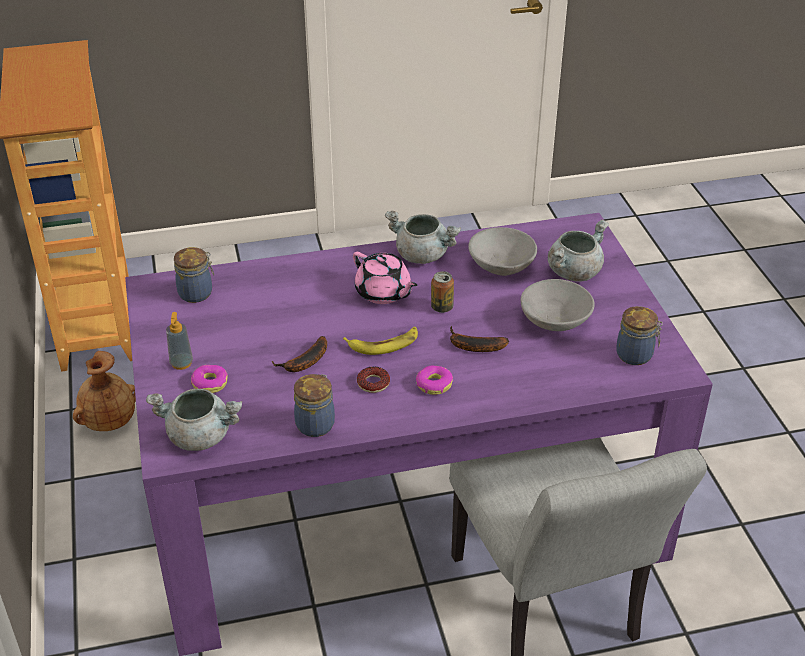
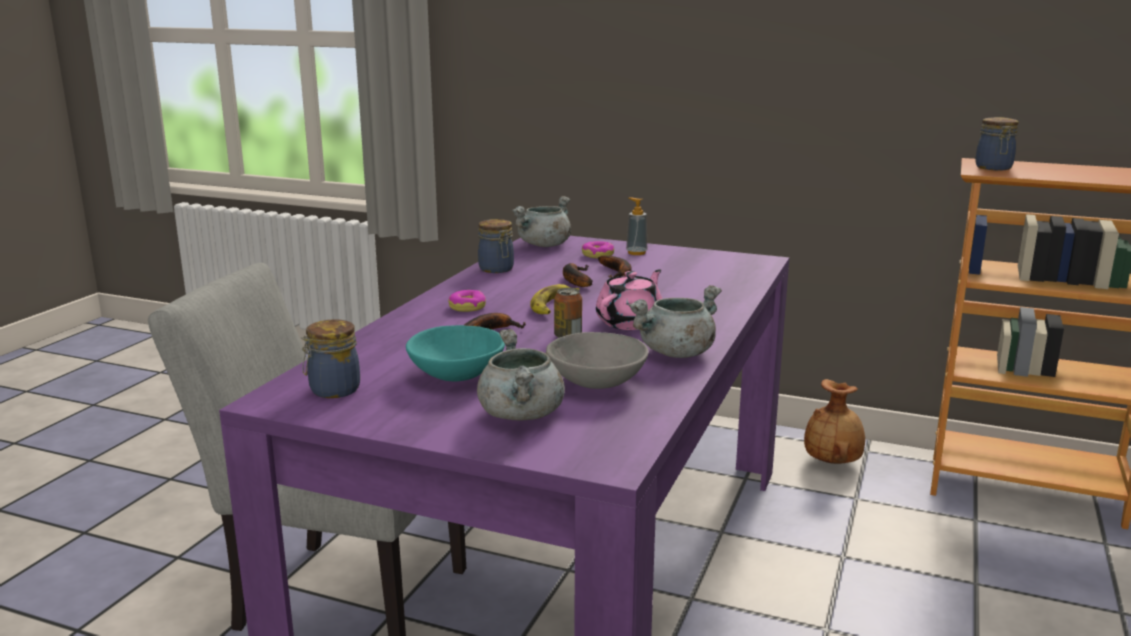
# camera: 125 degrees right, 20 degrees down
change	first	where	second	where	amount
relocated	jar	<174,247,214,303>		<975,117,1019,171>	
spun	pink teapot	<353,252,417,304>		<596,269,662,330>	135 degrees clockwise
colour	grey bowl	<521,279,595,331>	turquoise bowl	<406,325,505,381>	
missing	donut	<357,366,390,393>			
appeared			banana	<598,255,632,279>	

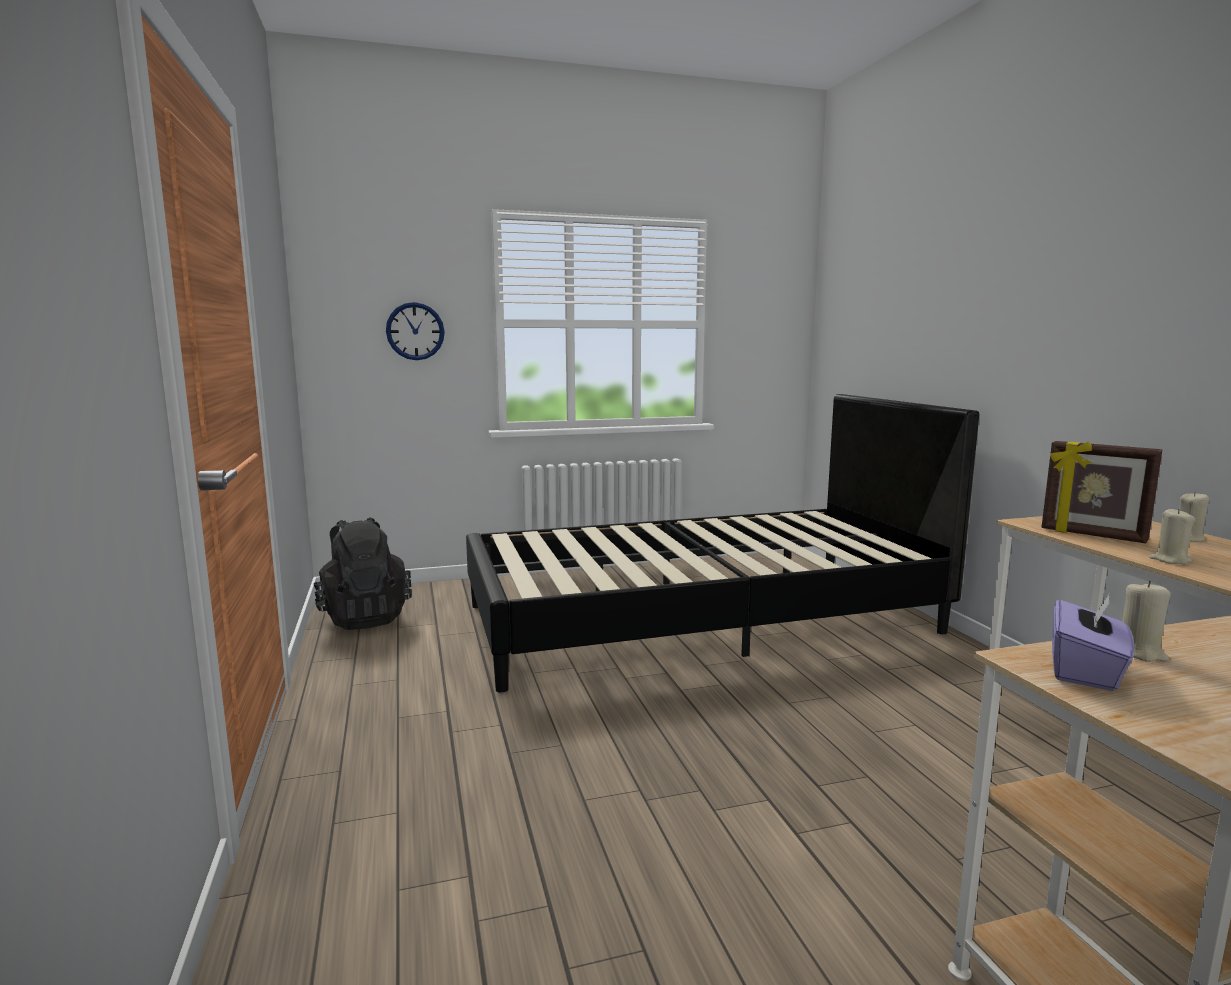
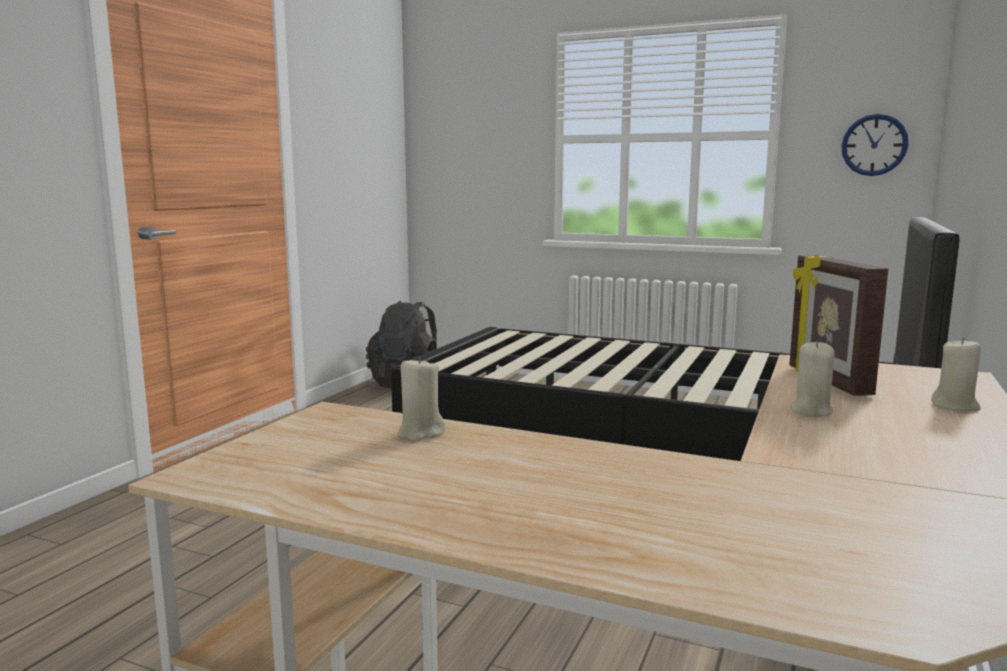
# camera: 40 degrees right, 0 degrees up
change	first	where	second	where	amount
relocated	wall clock	<386,302,445,360>		<841,114,909,176>	
missing	purple tissue box	<1052,593,1135,691>			

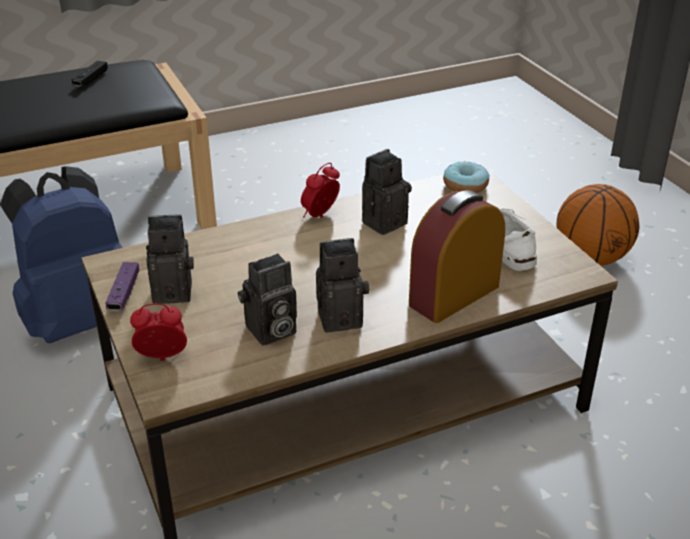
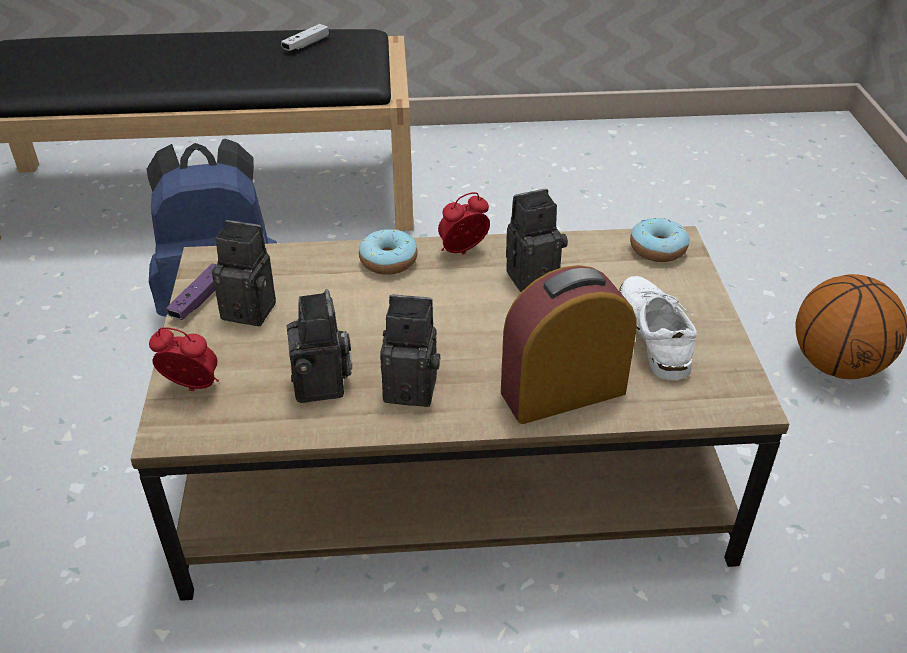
# camera: 20 degrees right, 5 degrees up
change	first	where	second	where	amount
colour	black game controller	<72,61,108,87>	white game controller	<281,24,329,51>	
spun	photo camera	<238,253,297,346>		<287,289,352,403>	90 degrees counterclockwise
appeared			donut	<359,229,418,275>	

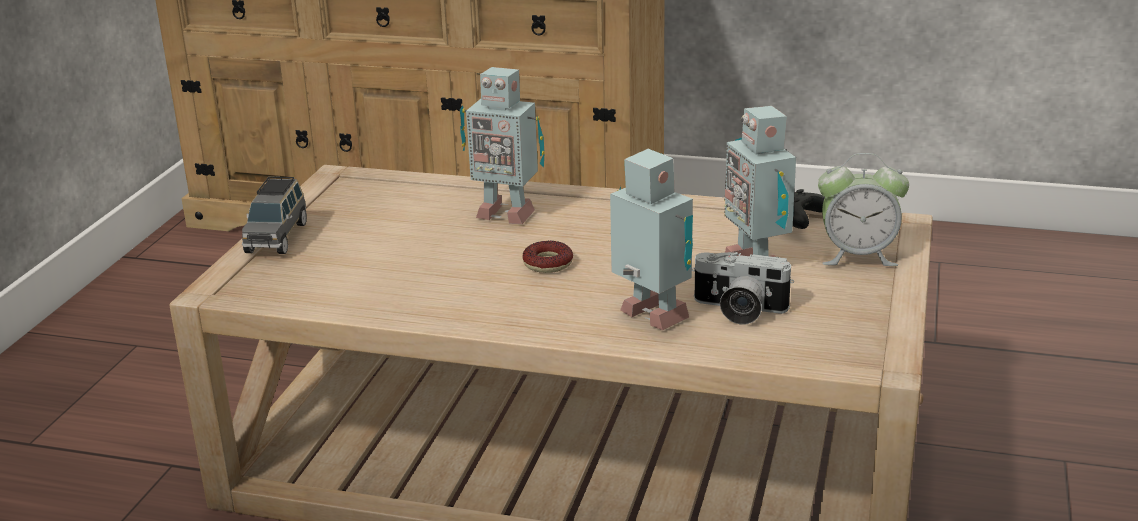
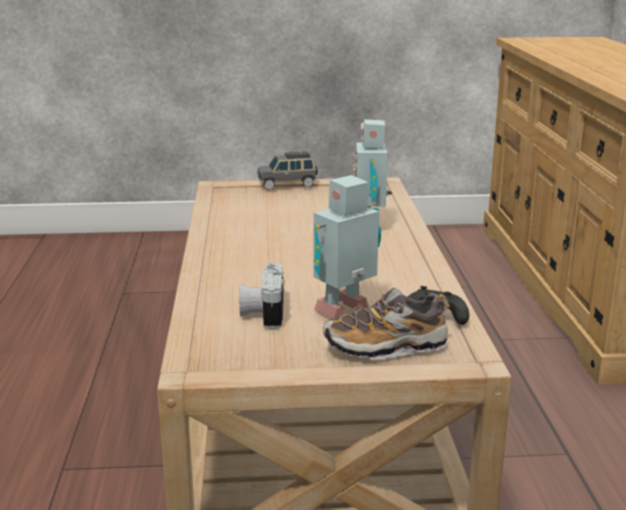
# camera: 70 degrees right, 5 degrees down
change	first	where	second	where	amount
missing	toy robot	<610,149,693,330>			
exchanged	alarm clock	<818,153,909,266>	shoe	<323,288,450,359>	
missing	donut	<522,241,573,273>			

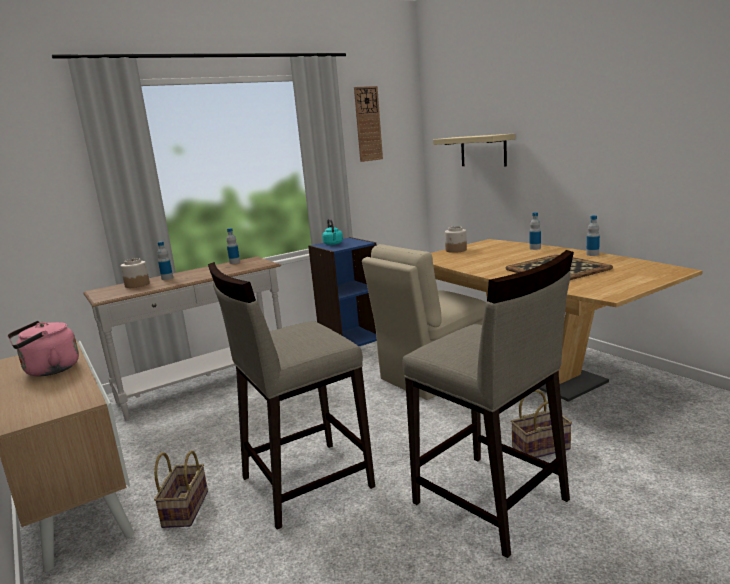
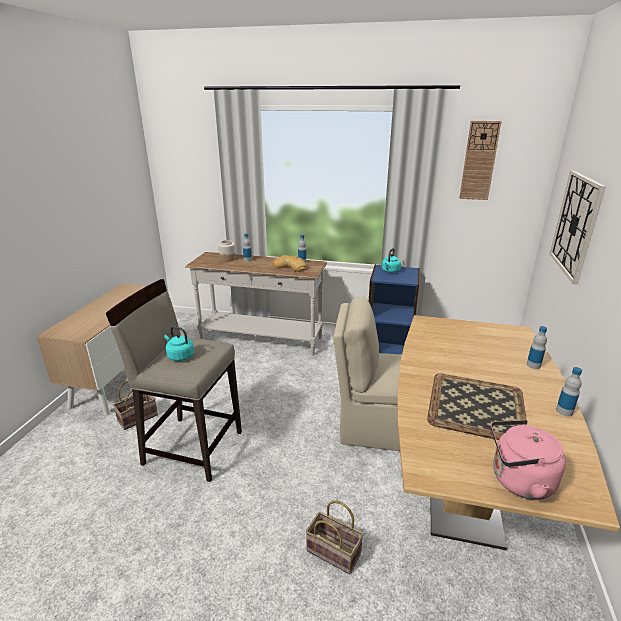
# camera: 45 degrees right, 10 degrees up
change	first	where	second	where	amount
exchanged	beige shelf	<433,133,515,166>	wall clock	<550,171,606,285>	
missing	jar	<445,226,467,253>			
missing	beige stool	<402,250,574,558>			
relocated	pink kettle	<7,321,79,376>		<491,420,566,500>	
appeared			bread	<272,255,307,272>	
appeared			turquoise kettle	<164,326,194,361>	

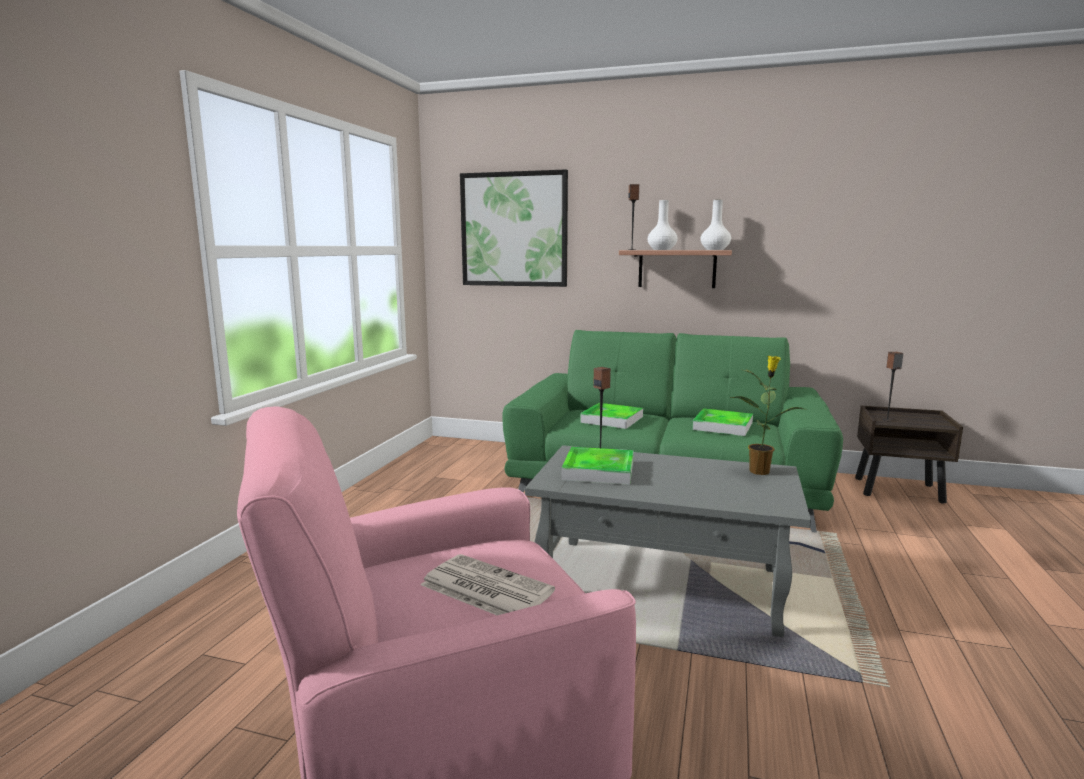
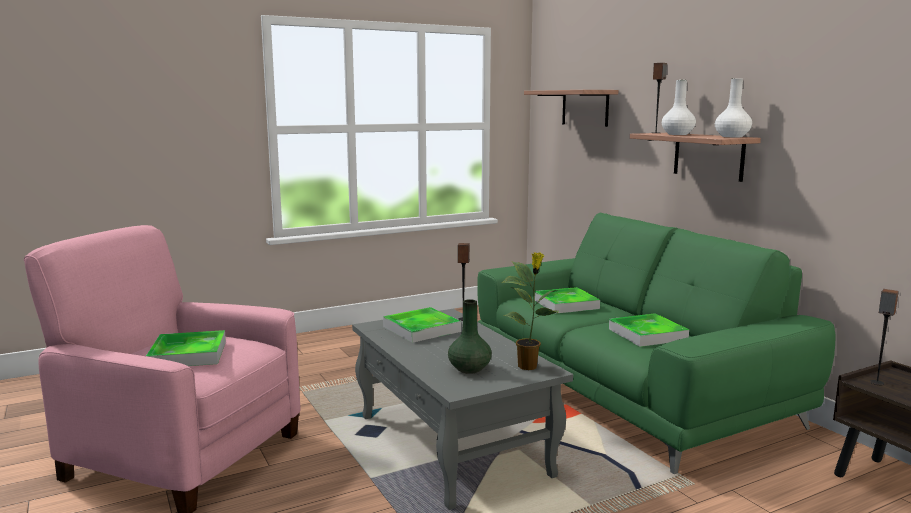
# camera: 45 degrees right, 0 degrees up
change	first	where	second	where	amount
exchanged	picture	<460,170,568,287>	shelf	<524,90,618,127>	
exchanged	newspaper	<421,554,555,615>	tray	<146,330,226,366>	
appeared			green vase	<448,299,492,374>	

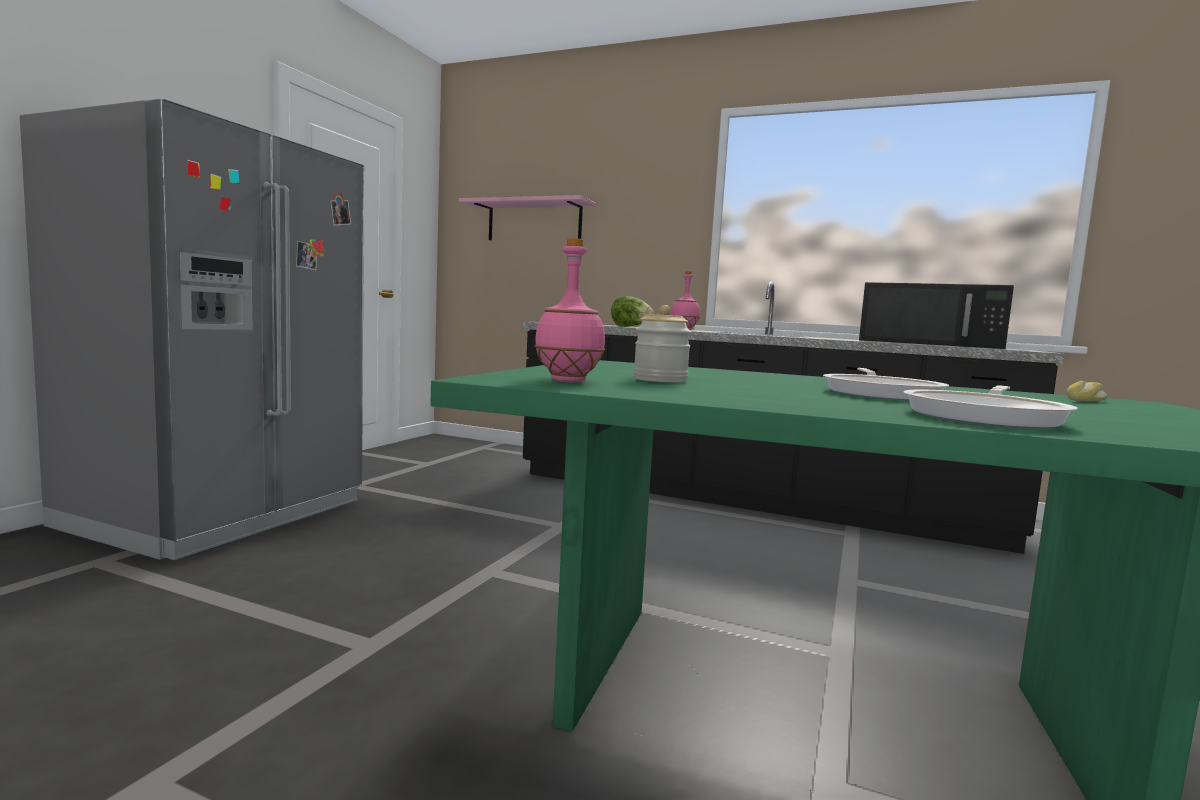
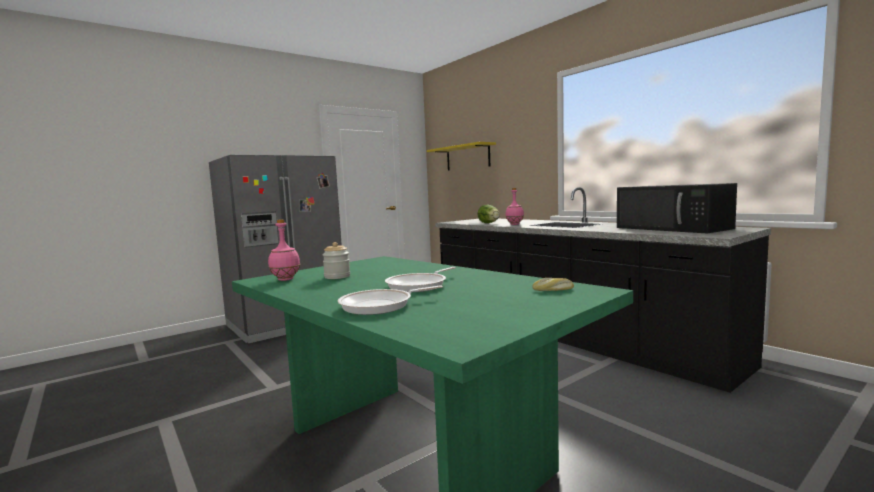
# camera: 30 degrees right, 0 degrees up
change	first	where	second	where	amount
colour	pink shelf	<459,195,596,240>	yellow shelf	<427,142,496,170>	

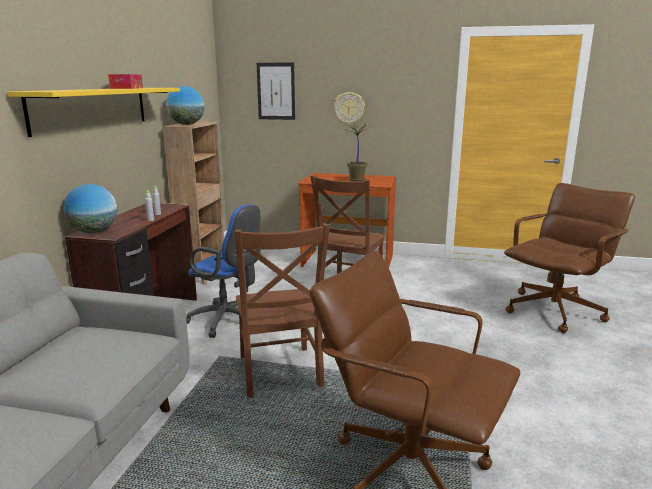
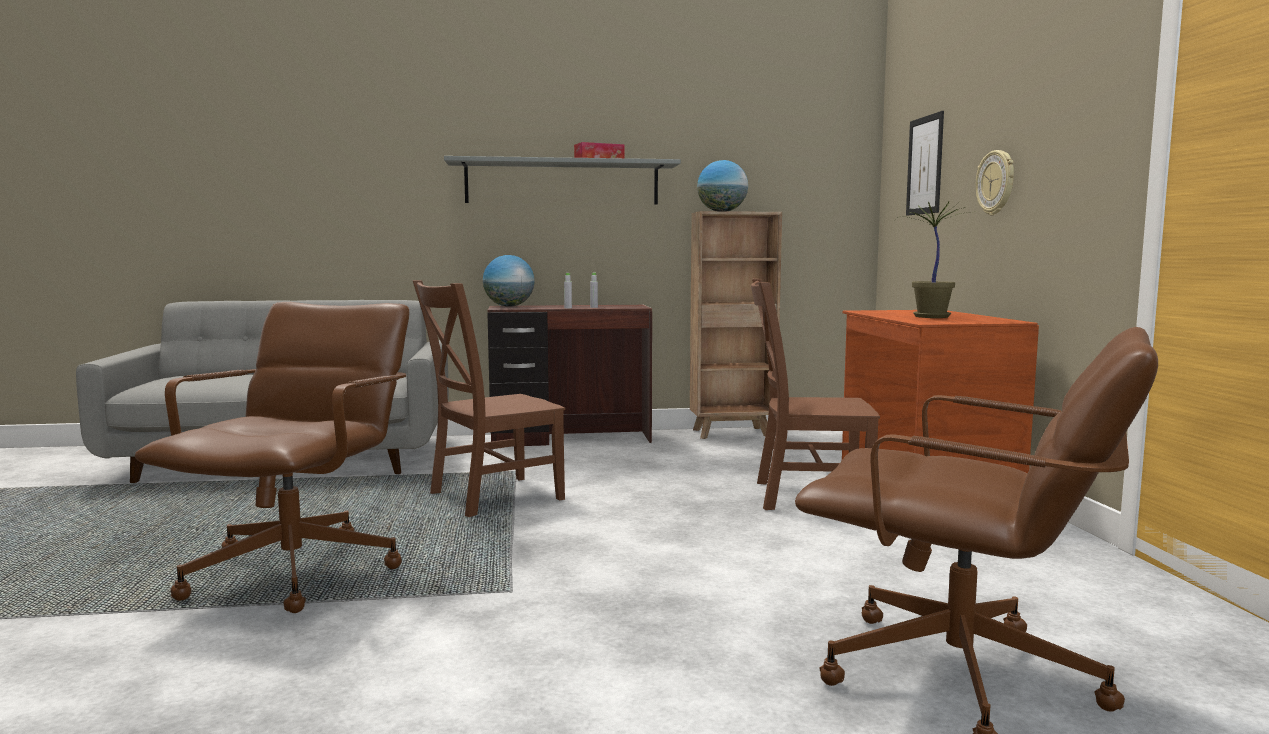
# camera: 70 degrees right, 10 degrees down
change	first	where	second	where	amount
colour	yellow shelf	<7,88,180,137>	grey shelf	<444,156,681,205>	
missing	blue office chair	<186,205,261,338>			

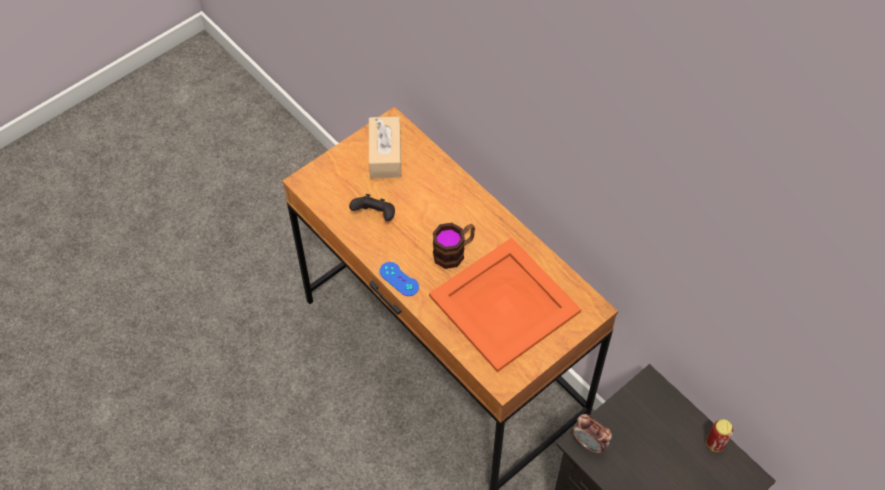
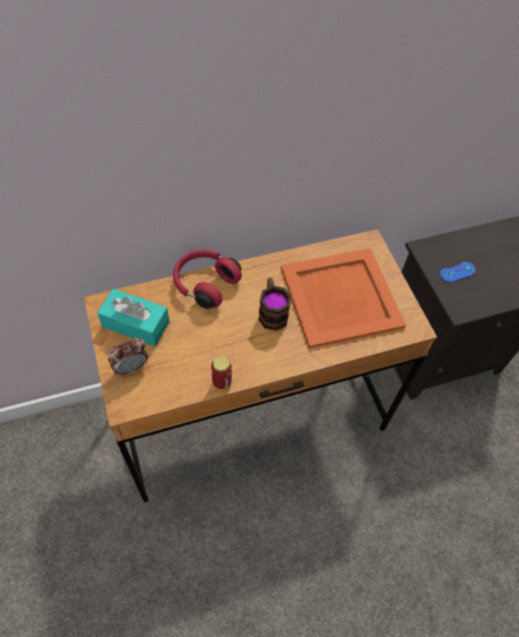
# camera: 70 degrees left, 0 degrees up
change	first	where	second	where	amount
colour	beige tissue box	<369,117,401,179>	turquoise tissue box	<97,288,169,346>	
missing	black game controller	<349,194,395,221>			
relocated	blue game controller	<380,262,419,296>		<440,262,476,282>	
relocated	alarm clock	<572,414,612,454>		<108,337,148,377>	
relocated	can	<707,419,733,452>		<211,356,232,390>	
appeared			red headphones	<173,250,242,309>	

